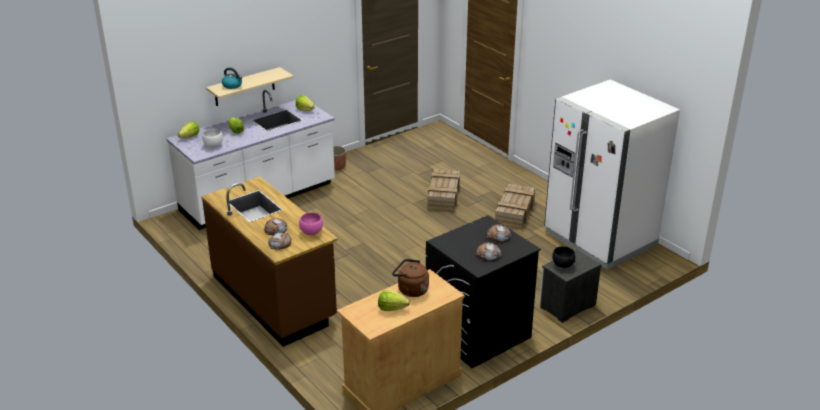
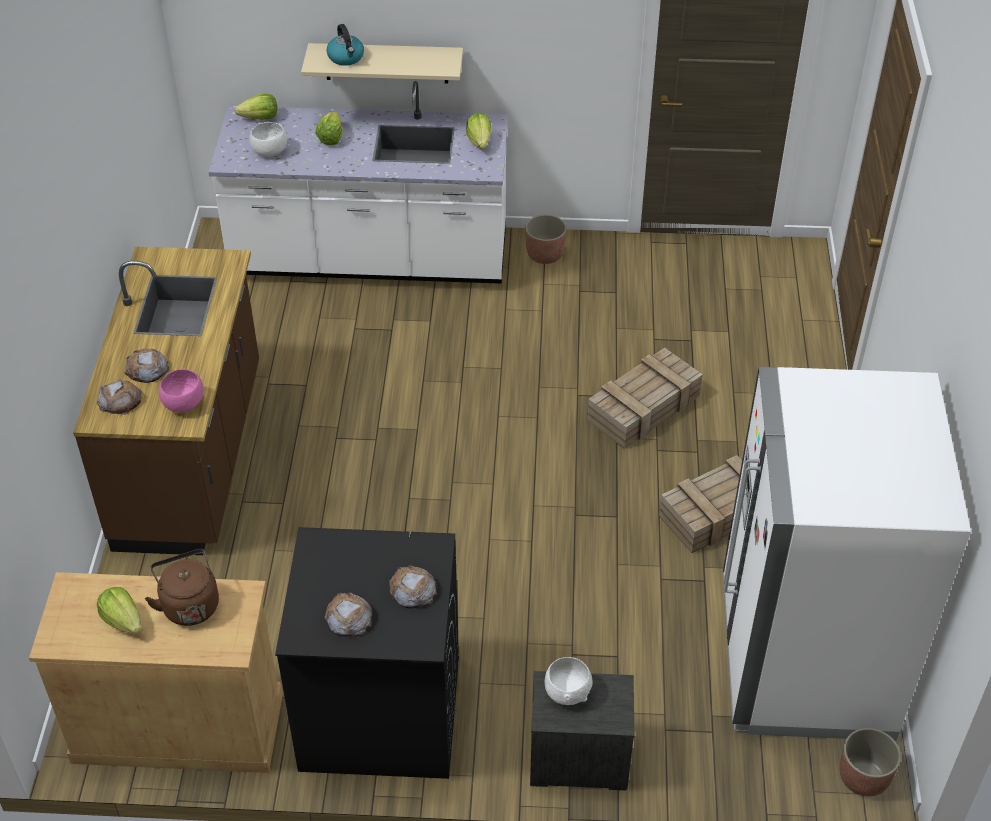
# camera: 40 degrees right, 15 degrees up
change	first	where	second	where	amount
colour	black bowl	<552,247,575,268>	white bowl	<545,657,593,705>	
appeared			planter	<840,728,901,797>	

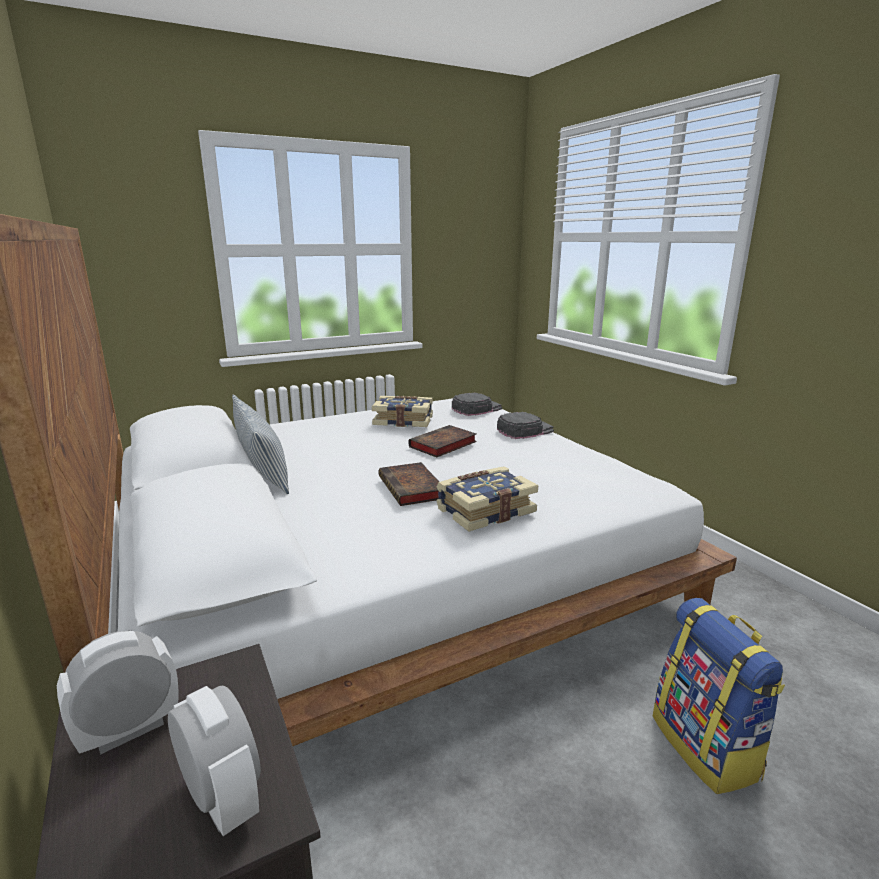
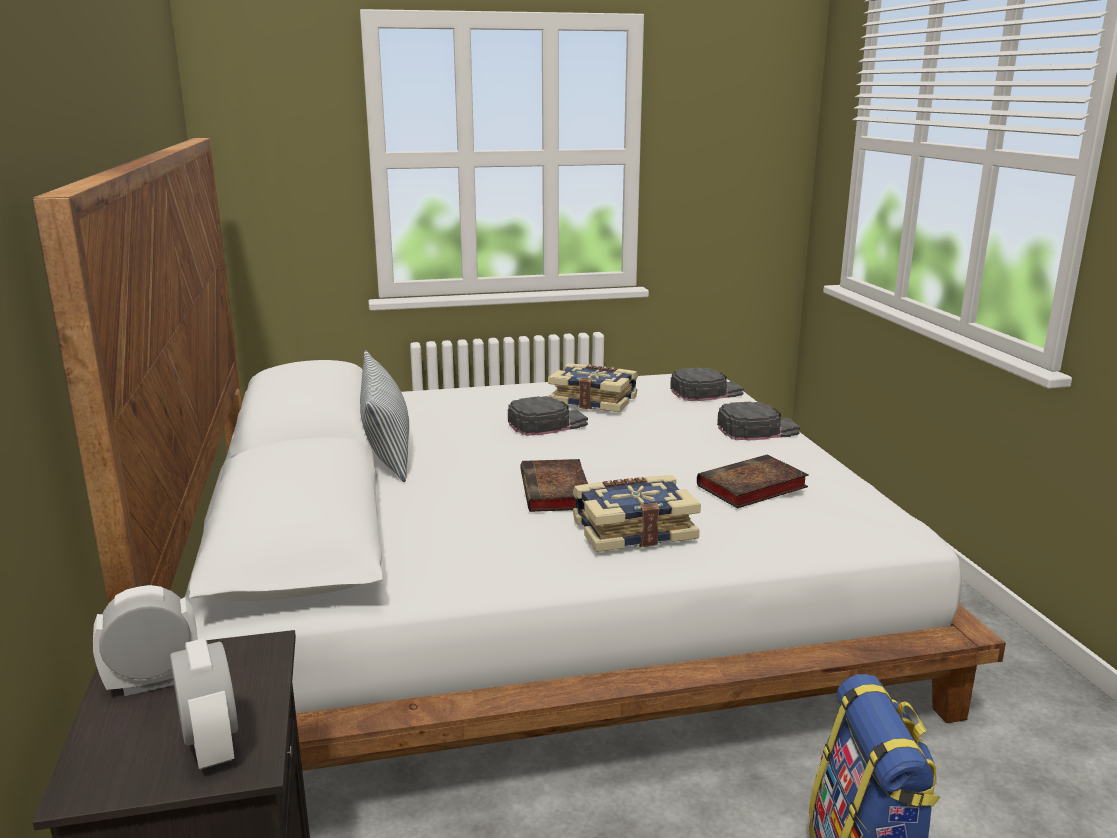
# camera: 15 degrees right, 0 degrees up
change	first	where	second	where	amount
relocated	book	<409,425,477,458>		<697,454,809,508>	
appeared			black cap	<508,396,588,436>	

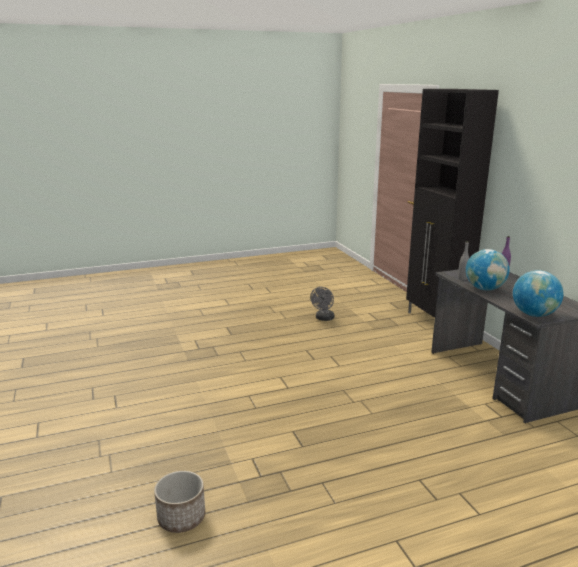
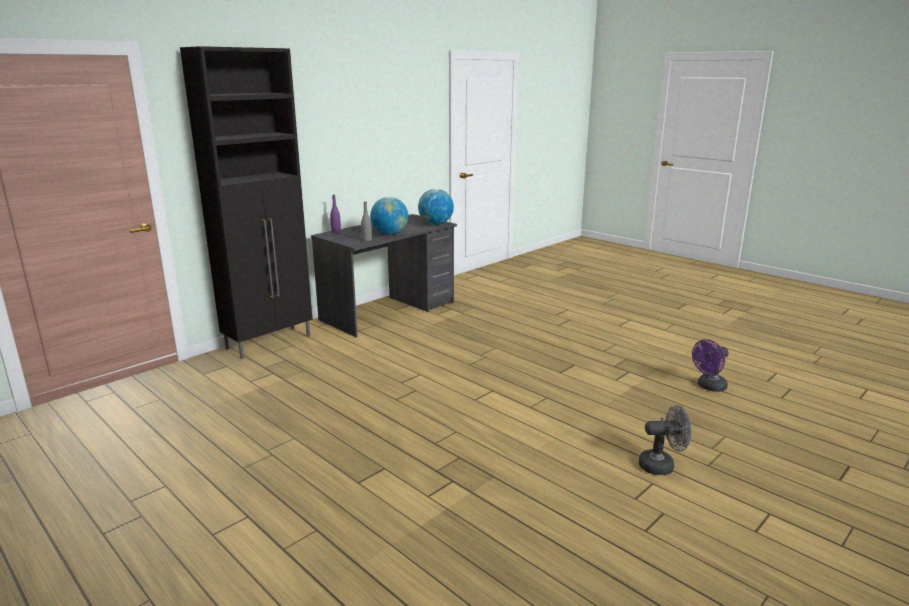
# camera: 115 degrees left, 0 degrees up
change	first	where	second	where	amount
relocated	grey fan	<310,287,334,321>		<639,405,692,475>	
exchanged	planter	<154,471,205,533>	purple fan	<692,339,729,392>	

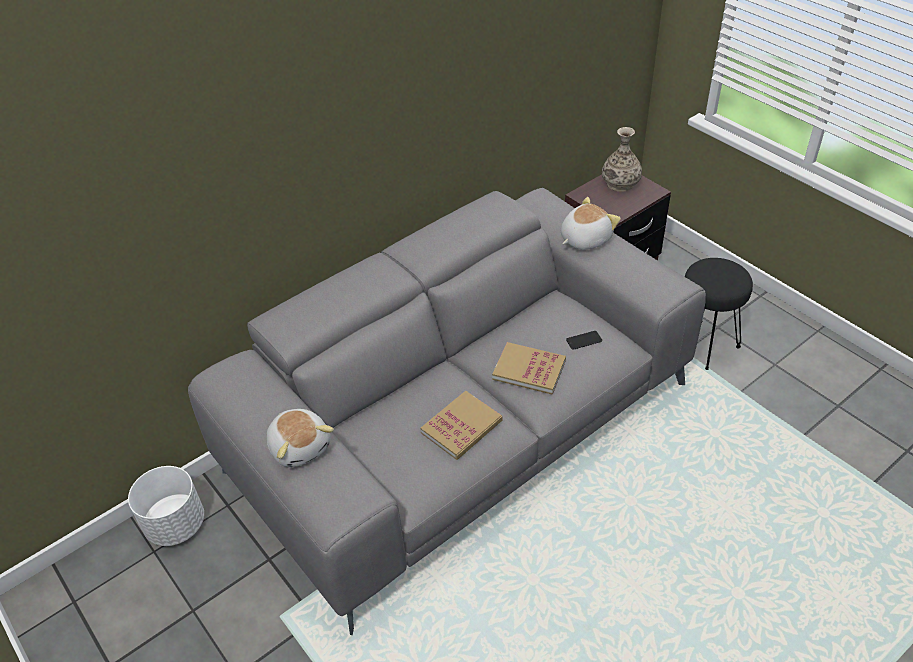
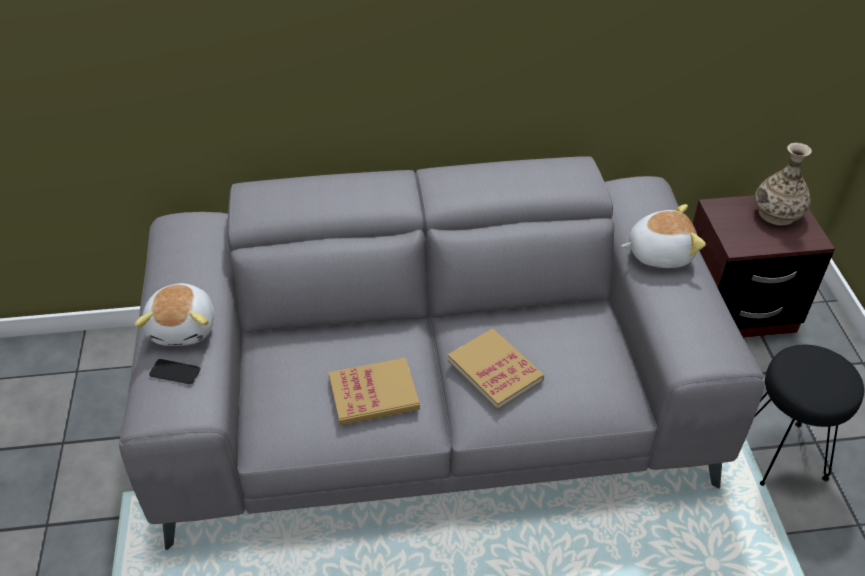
# camera: 30 degrees right, 0 degrees up
change	first	where	second	where	amount
relocated	phone	<566,331,602,350>		<149,359,201,384>	
missing	white planter	<128,466,204,546>			

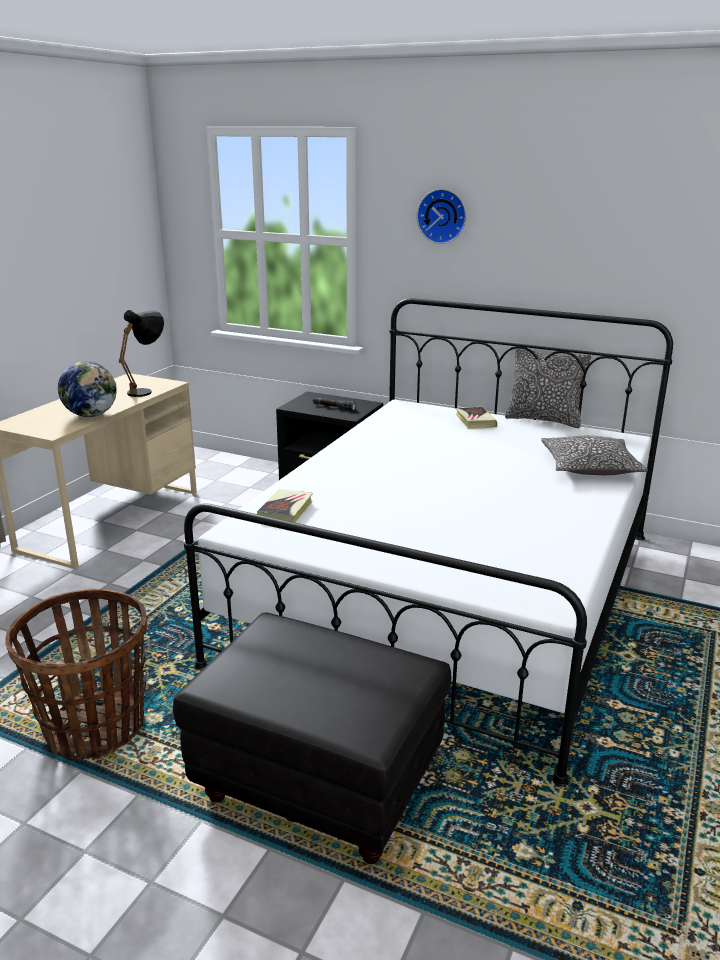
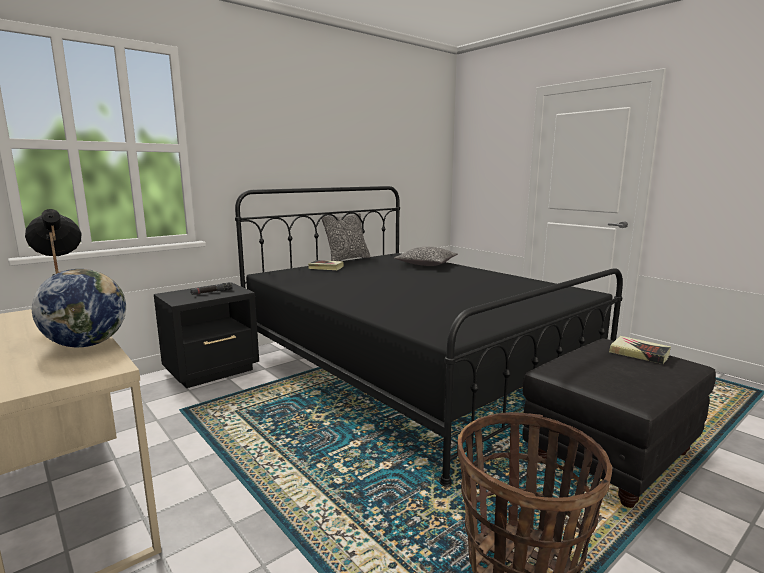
# camera: 65 degrees left, 10 degrees down
change	first	where	second	where	amount
missing	wall clock	<417,189,466,244>			
colour	white bed	<184,298,673,787>	black bed	<235,186,623,487>	
relocated	book	<257,489,313,523>		<609,336,671,364>	

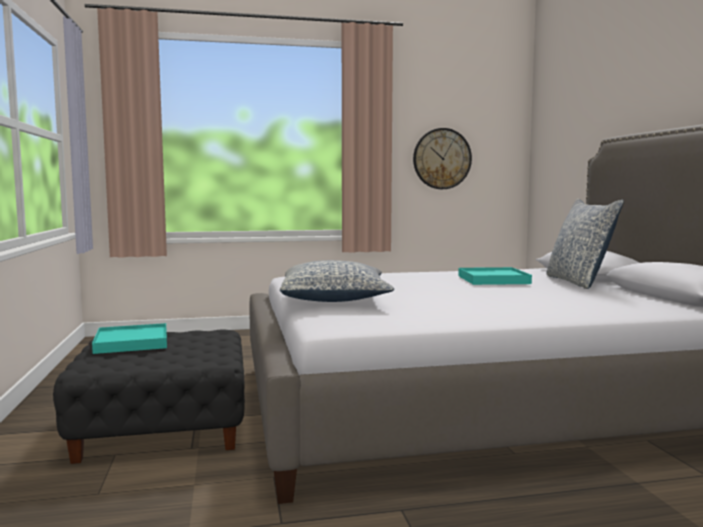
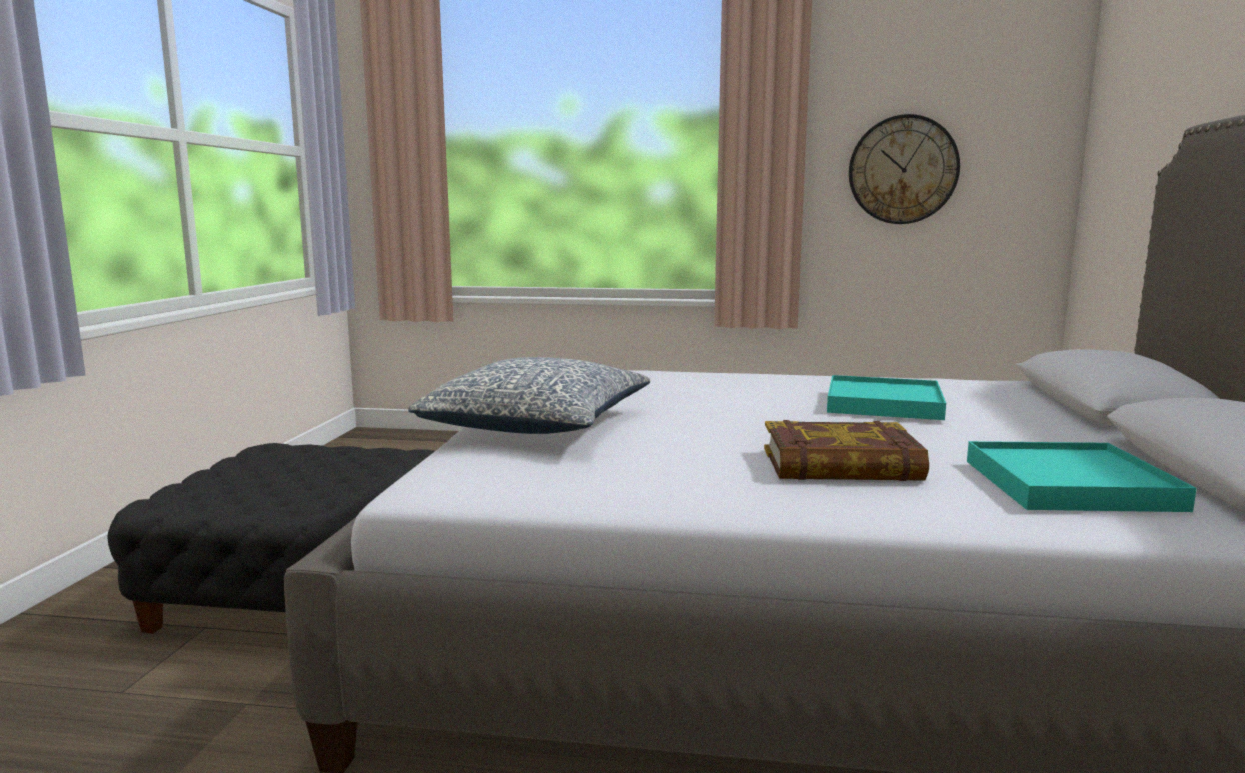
# camera: 20 degrees right, 5 degrees up
change	first	where	second	where	amount
missing	pillow	<546,199,624,289>			
relocated	turquoise tray	<92,323,167,354>		<967,441,1197,512>	
appeared			book	<764,420,929,481>	

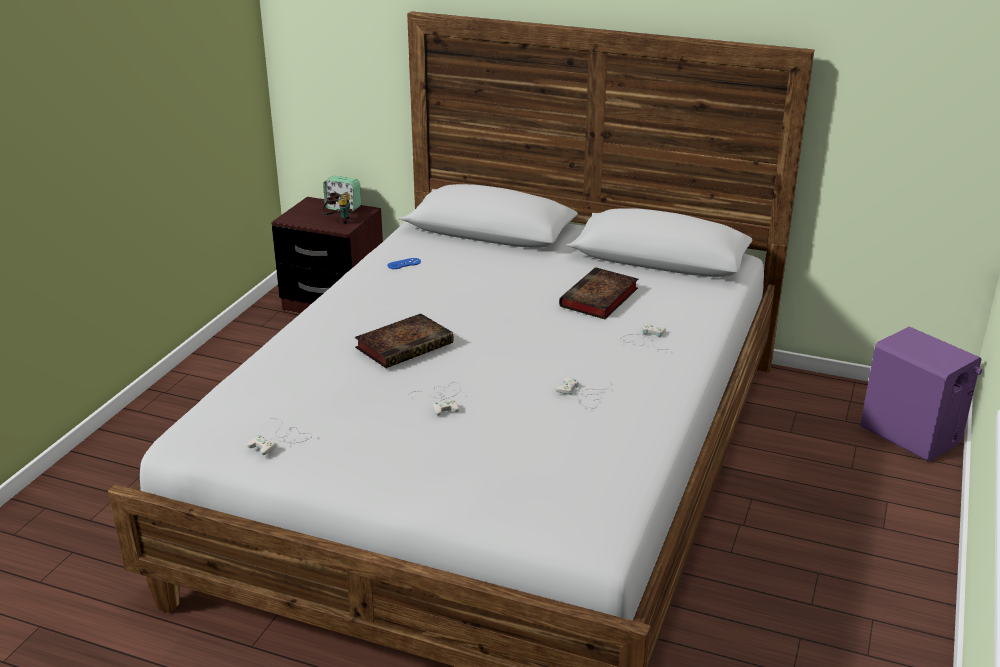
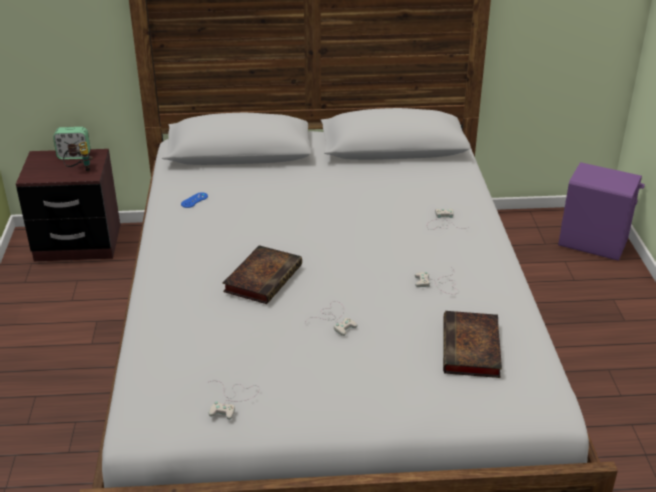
# camera: 25 degrees left, 5 degrees up
change	first	where	second	where	amount
relocated	book	<559,267,638,319>		<443,311,502,378>	

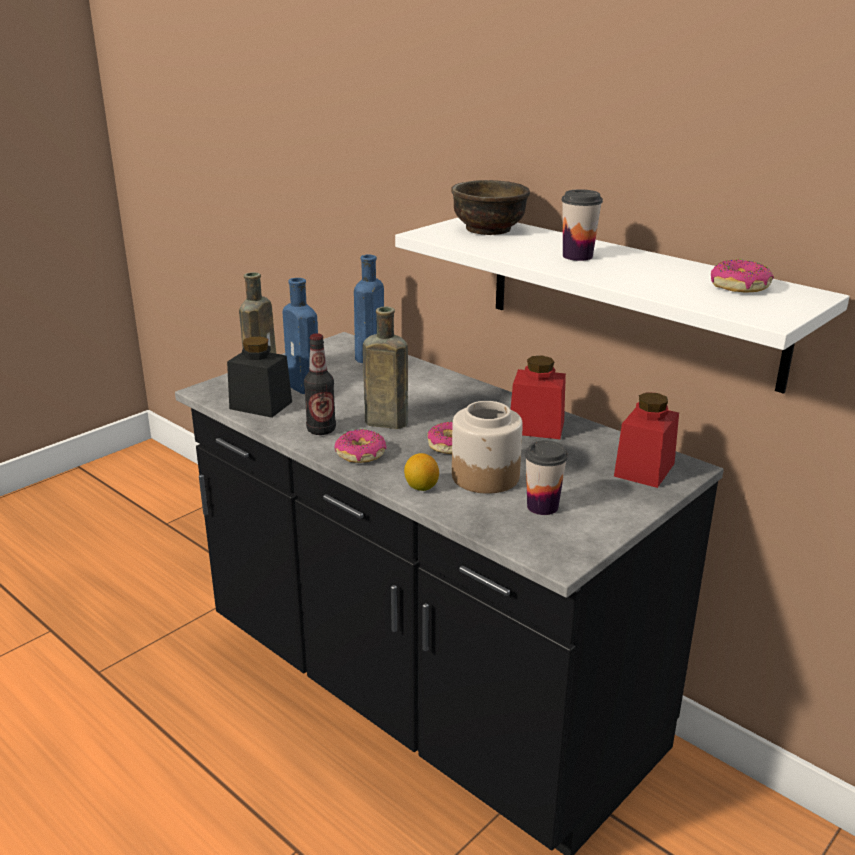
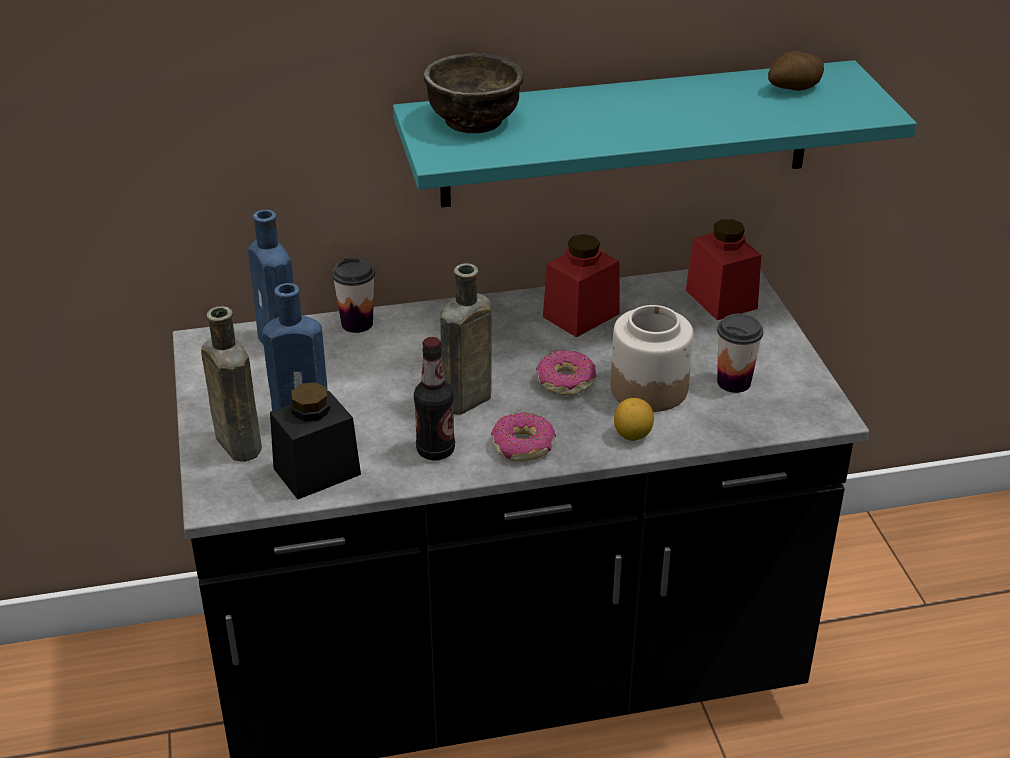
# camera: 55 degrees left, 10 degrees up
change	first	where	second	where	amount
relocated	cup	<562,189,603,261>		<332,258,375,333>	
colour	white shelf	<395,218,850,394>	turquoise shelf	<393,60,917,207>	
exchanged	donut	<711,259,774,293>	potato	<768,51,824,91>	

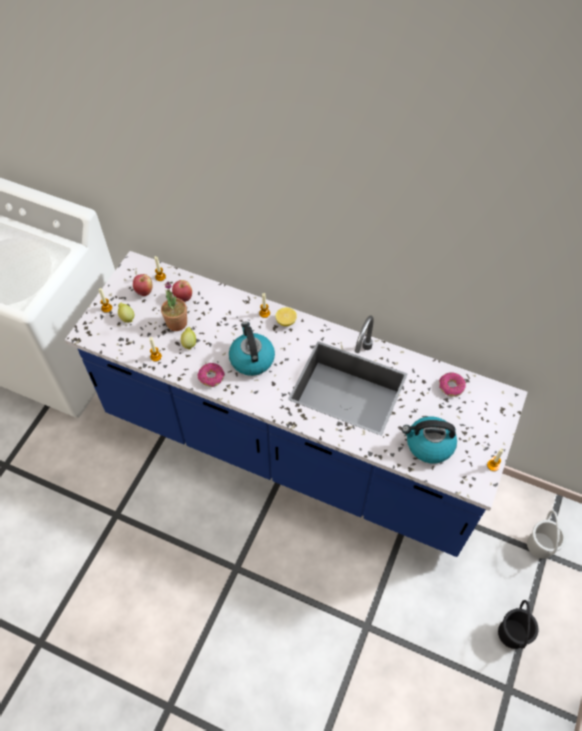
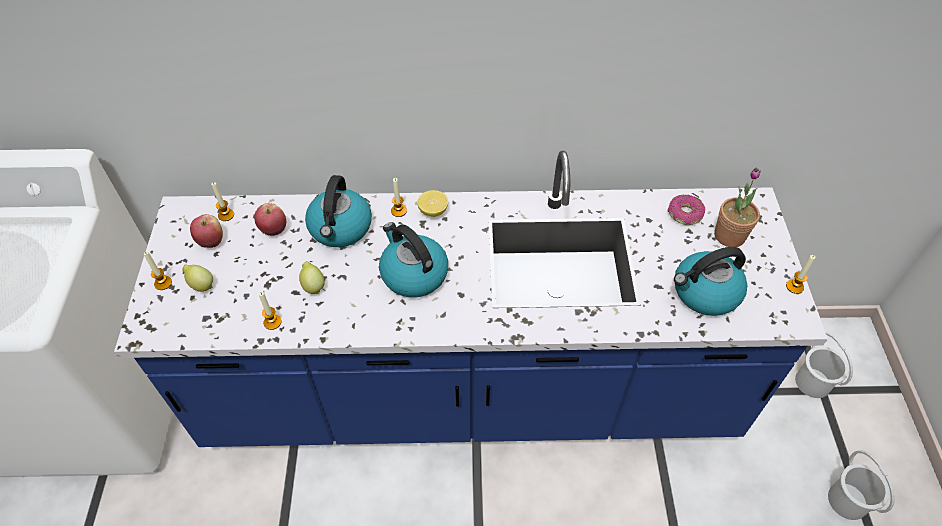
# camera: 25 degrees left, 5 degrees down
change	first	where	second	where	amount
relocated	potted plant	<161,282,187,331>		<714,168,761,247>	
missing	donut	<198,363,225,387>			
colour	black bucket	<498,600,539,649>	white bucket	<828,450,895,520>	
appeared			kettle	<305,175,372,247>	

